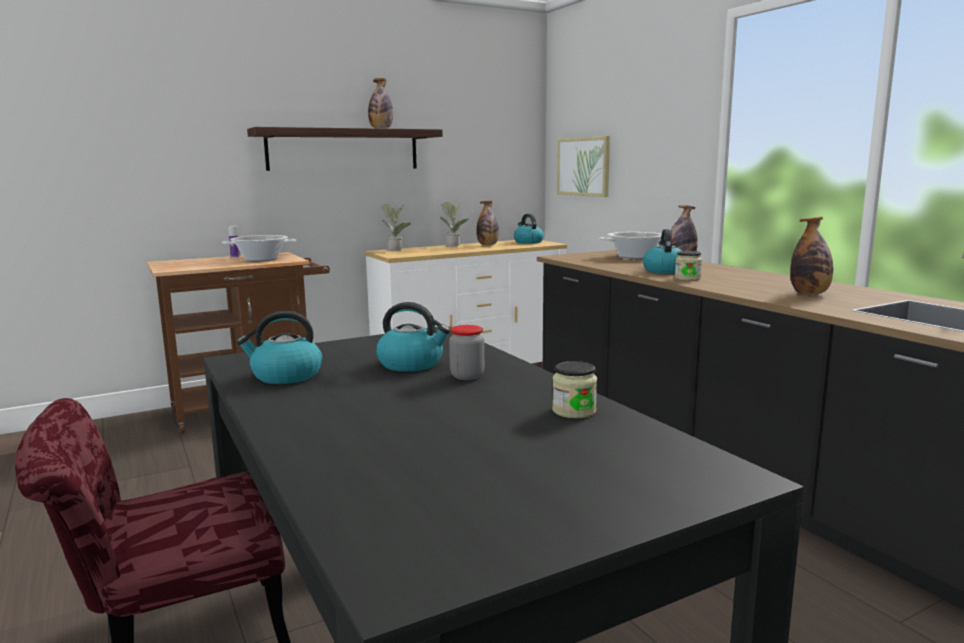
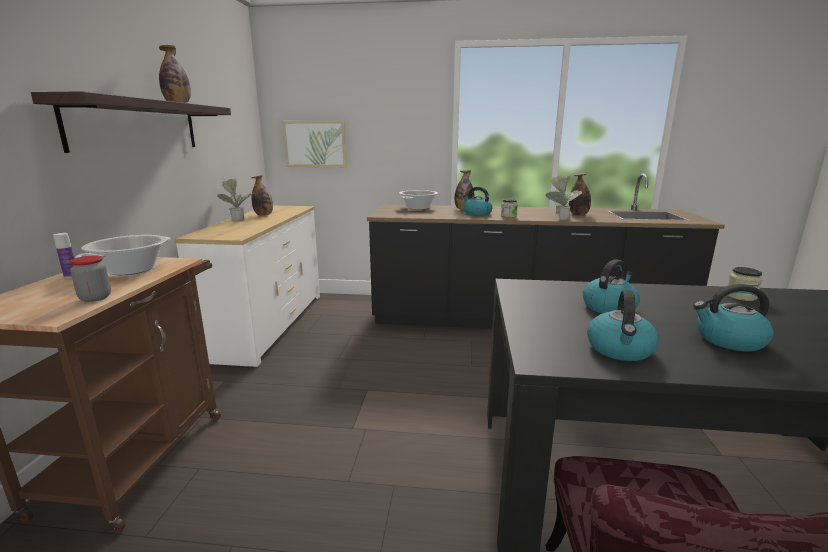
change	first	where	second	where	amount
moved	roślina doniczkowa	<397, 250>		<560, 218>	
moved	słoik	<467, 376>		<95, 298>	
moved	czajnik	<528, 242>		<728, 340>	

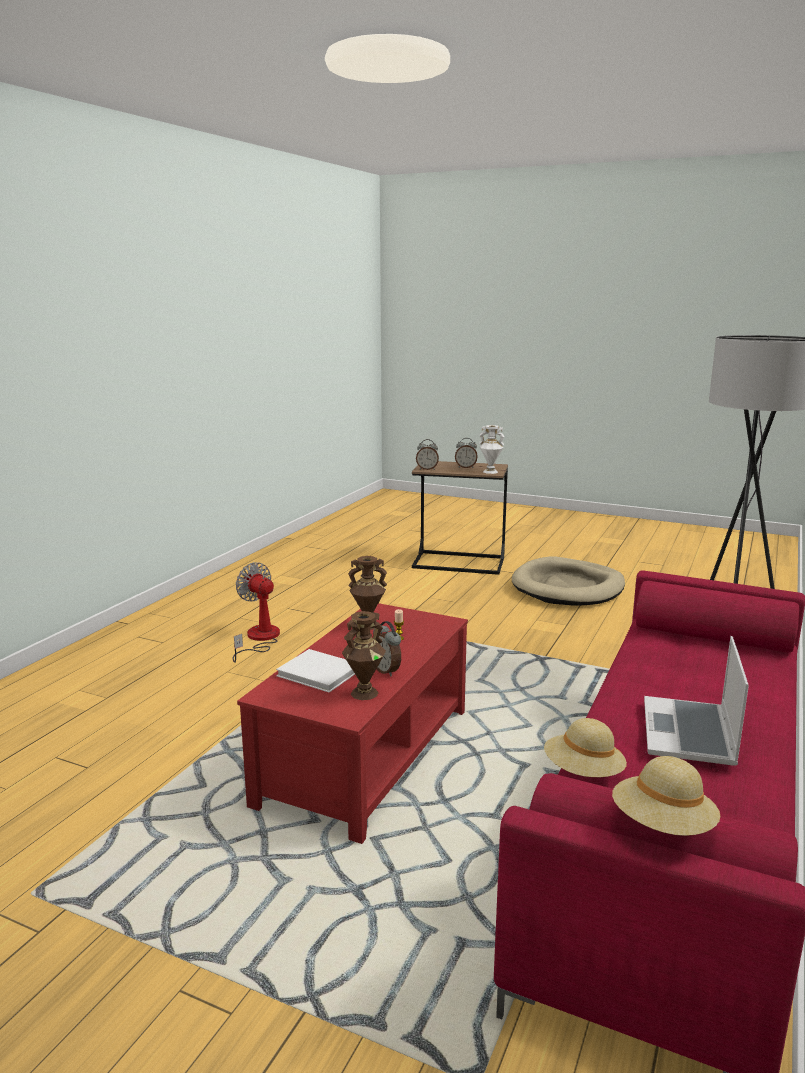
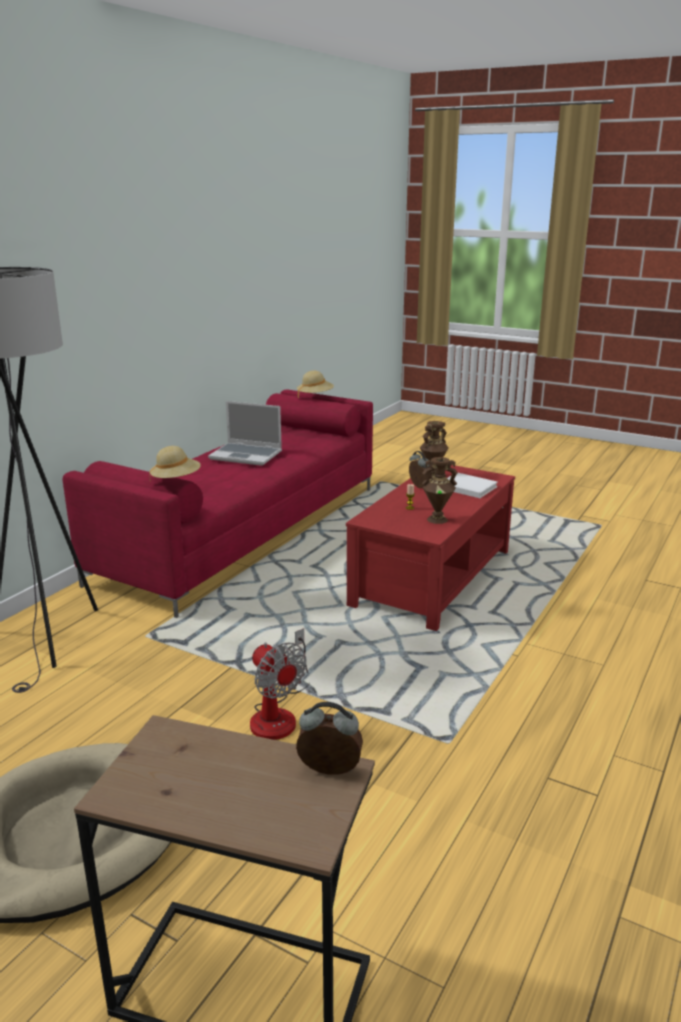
change	first	where	second	where	amount
moved	wentylator	<259, 639>		<278, 714>	
removed	budzik	<466, 467>			
removed	wazon (biały)	<490, 472>			
moved	kapelusz (beżowy)	<583, 772>		<176, 480>	
turned	laptop	<690, 734>		<247, 455>	90 degrees clockwise

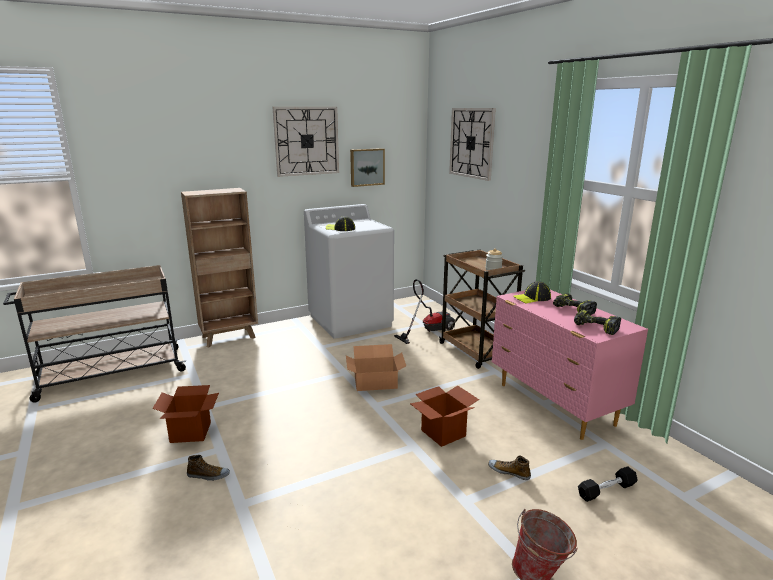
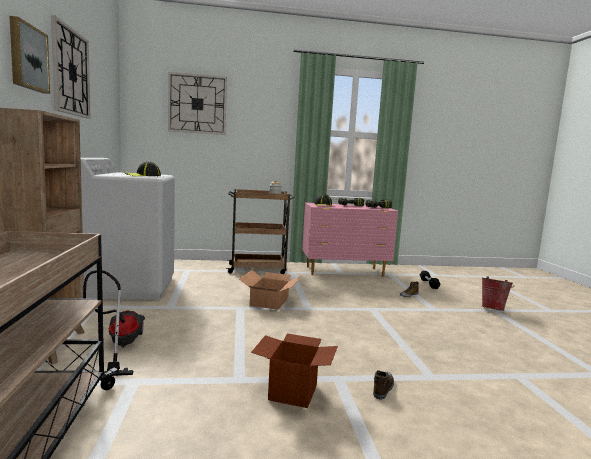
change	first	where	second	where	amount
moved	obraz	<366, 167>		<27, 57>	
moved	odkurzacz	<428, 330>		<119, 346>	
removed	karton	<443, 433>			

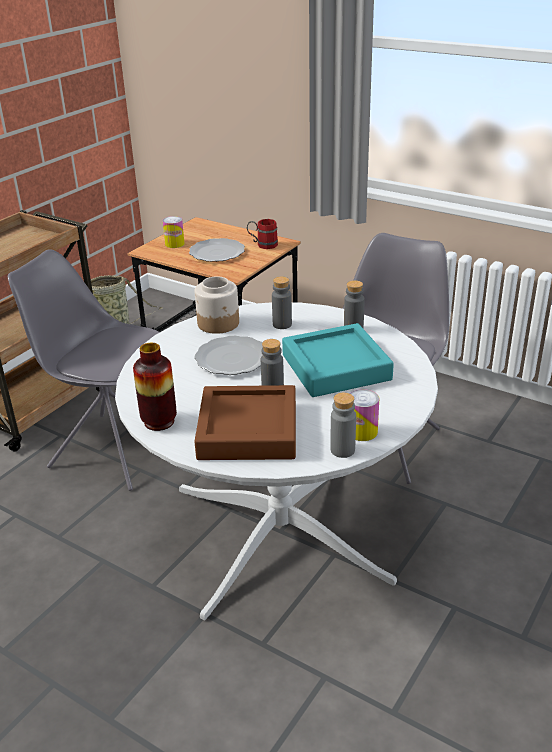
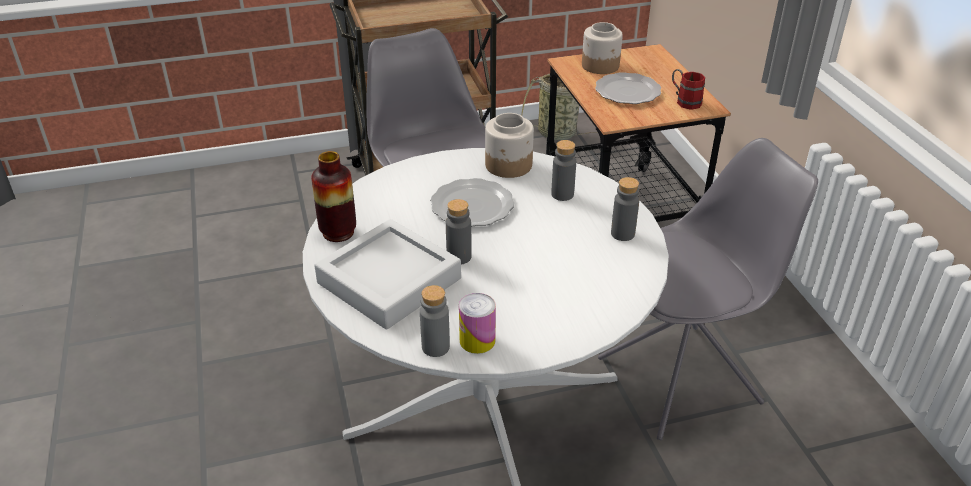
change	first	where	second	where	amount
replaced	puszka	<174, 244>	słoik	<600, 66>	
recoloured	taca (brązowy)	<248, 430>	taca (szary)	<389, 281>	
removed	taca (turkusowy)	<336, 367>			

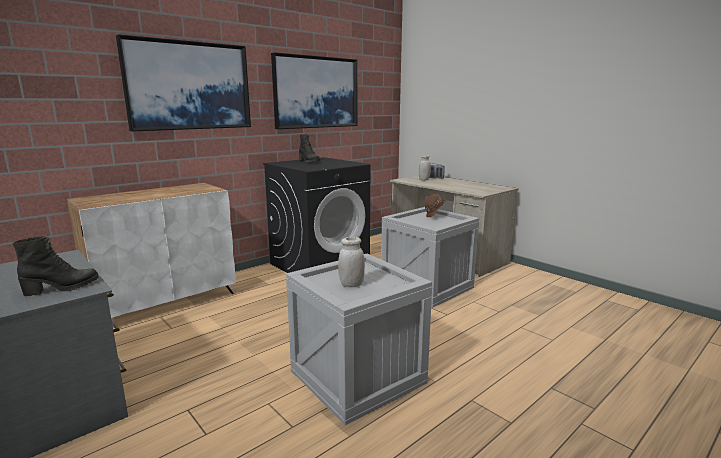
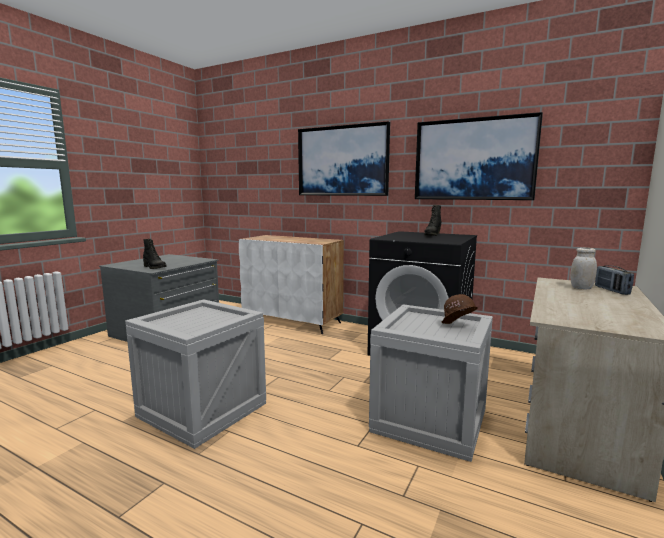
change	first	where	second	where	amount
removed	słoik (biały)	<351, 284>			

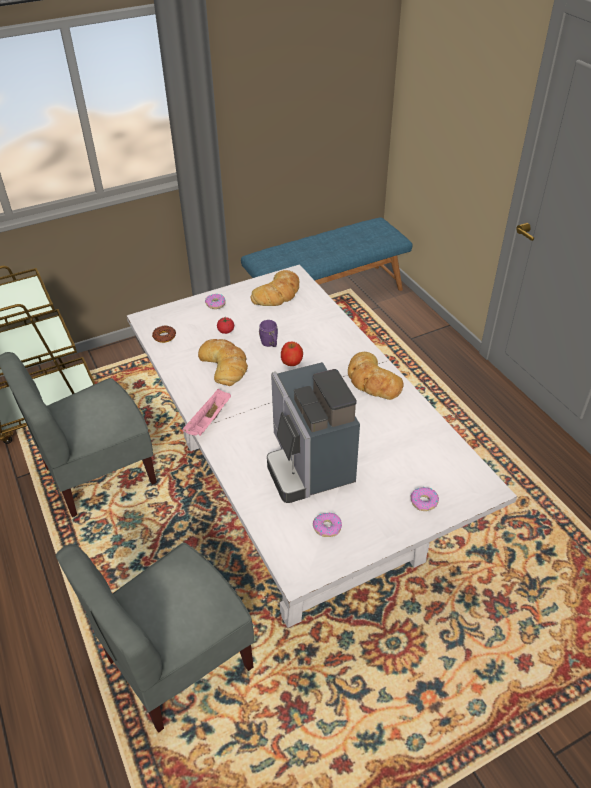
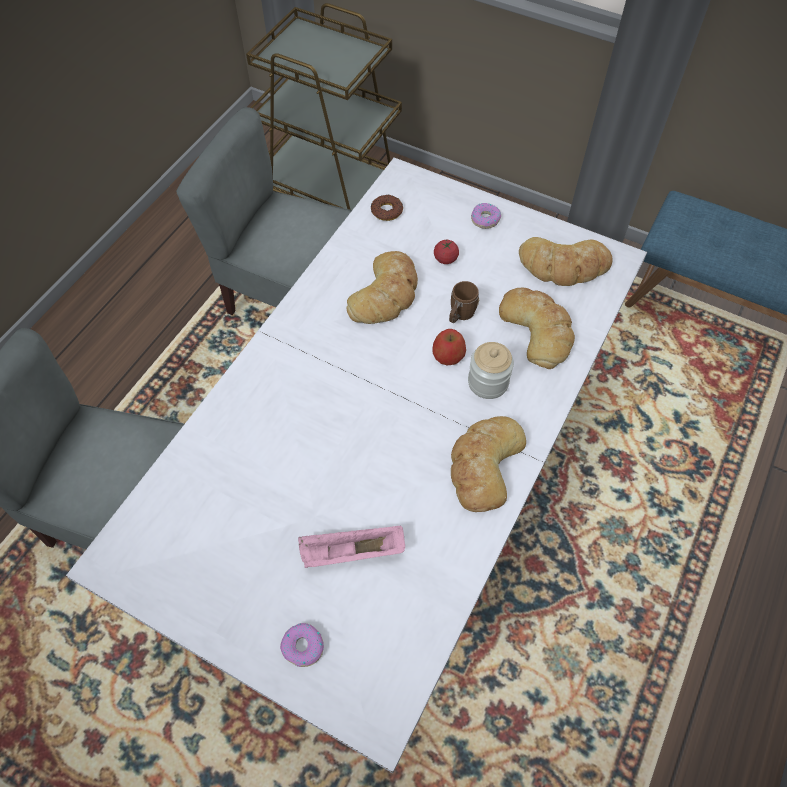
change	first	where	second	where	amount
moved	taca (różowy)	<208, 421>		<351, 553>	
recoloured	kubek (fioletowy)	<270, 344>	kubek (brązowy)	<460, 315>	
removed	ekspres do kawy	<309, 463>			
removed	donut	<327, 527>			
added			słoik	<488, 382>	
added			chleb	<538, 329>	

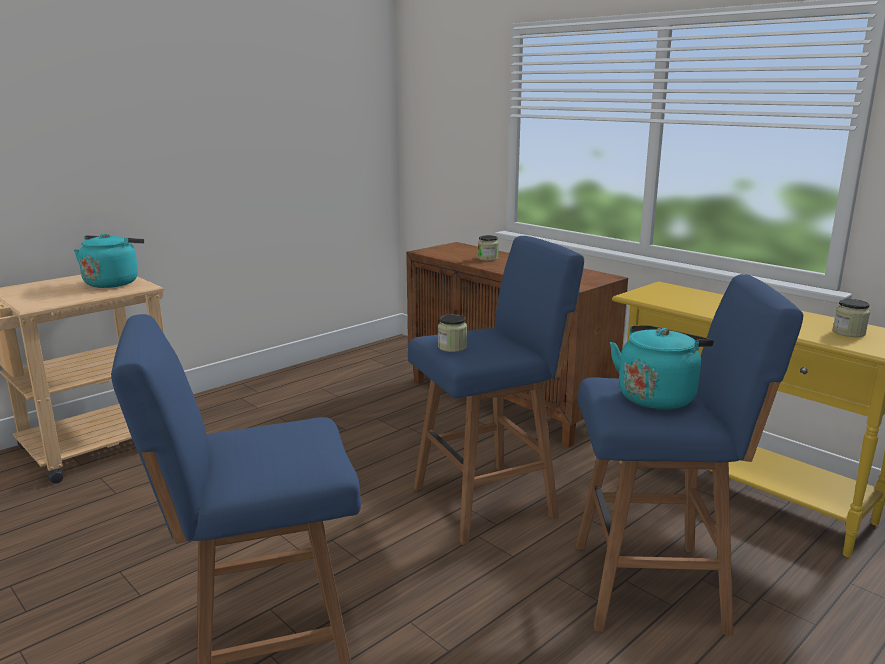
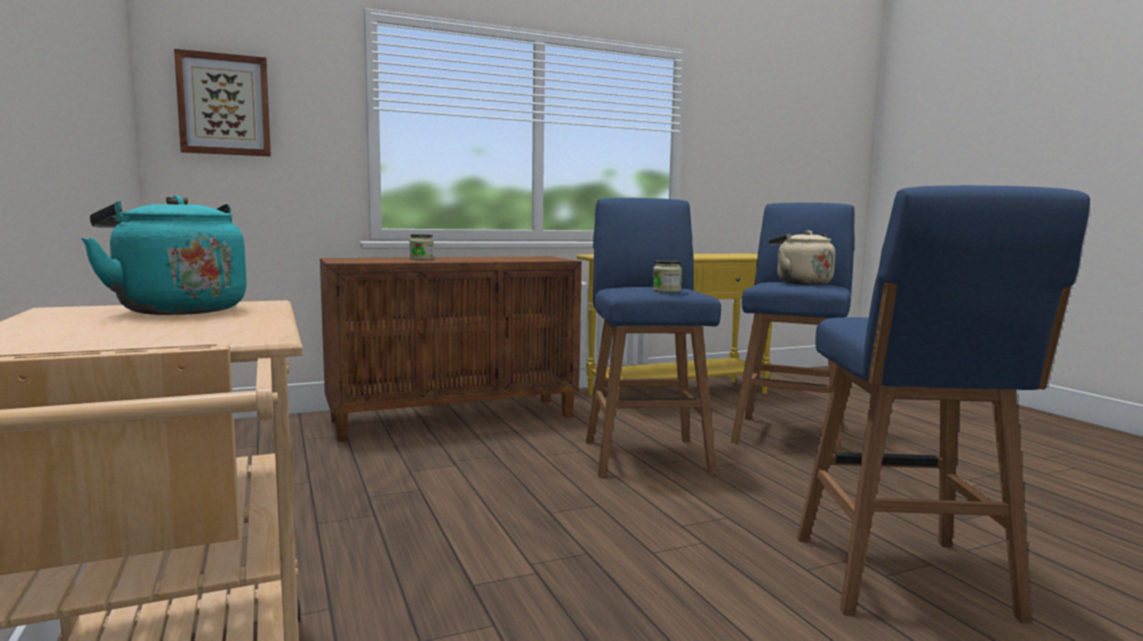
change	first	where	second	where	amount
recoloured	czajnik (turkusowy)	<657, 397>	czajnik (beżowy)	<800, 283>	
removed	słoik	<848, 332>			
added			obraz	<224, 105>	

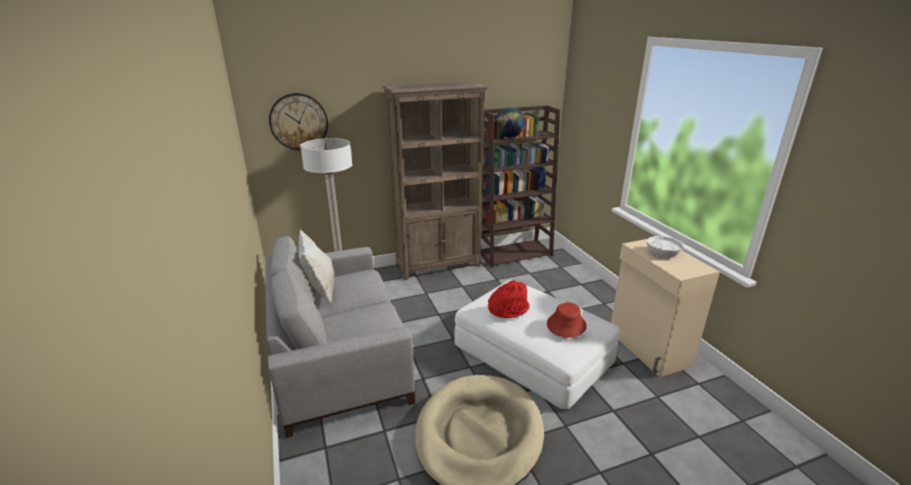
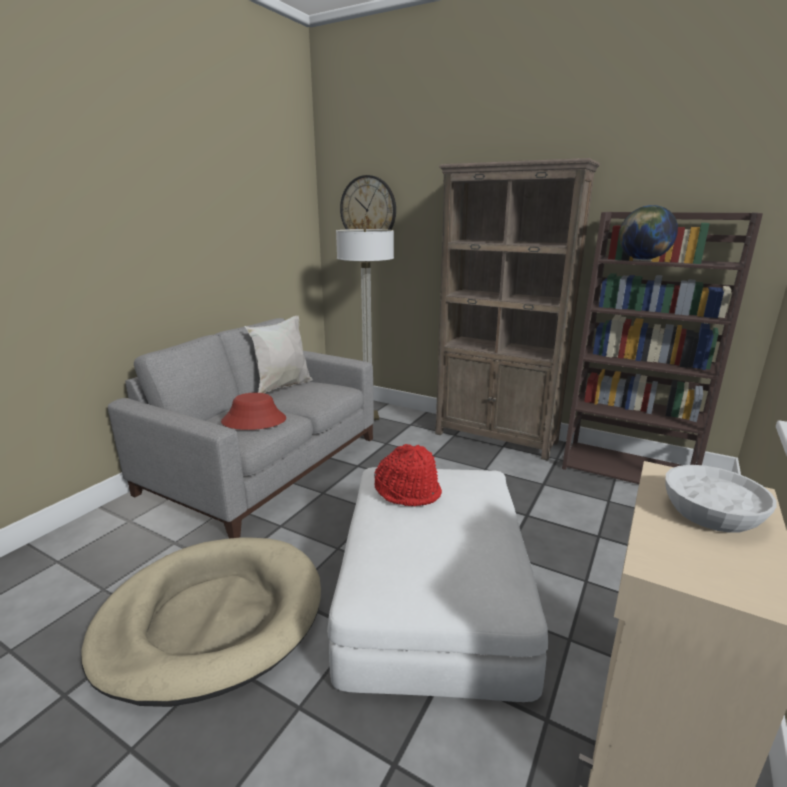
change	first	where	second	where	amount
moved	kapelusz (czerwony)	<566, 325>		<254, 420>	

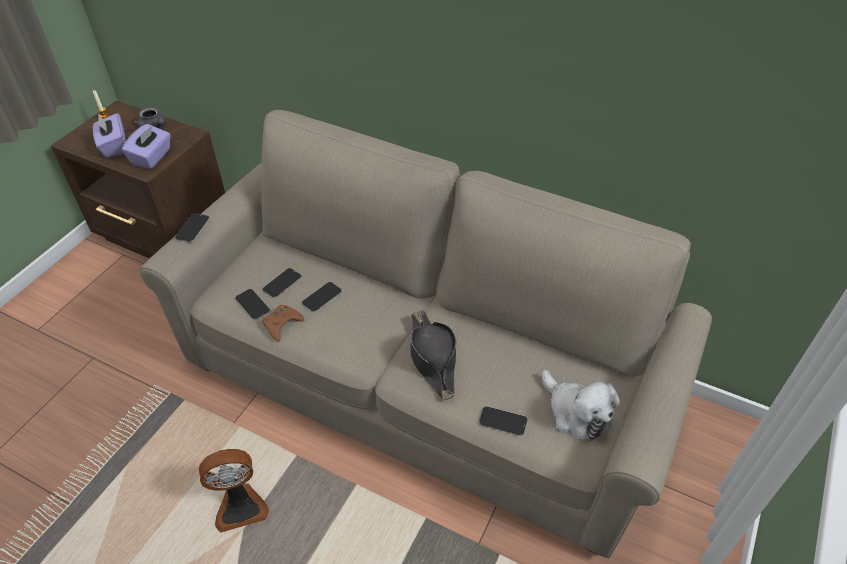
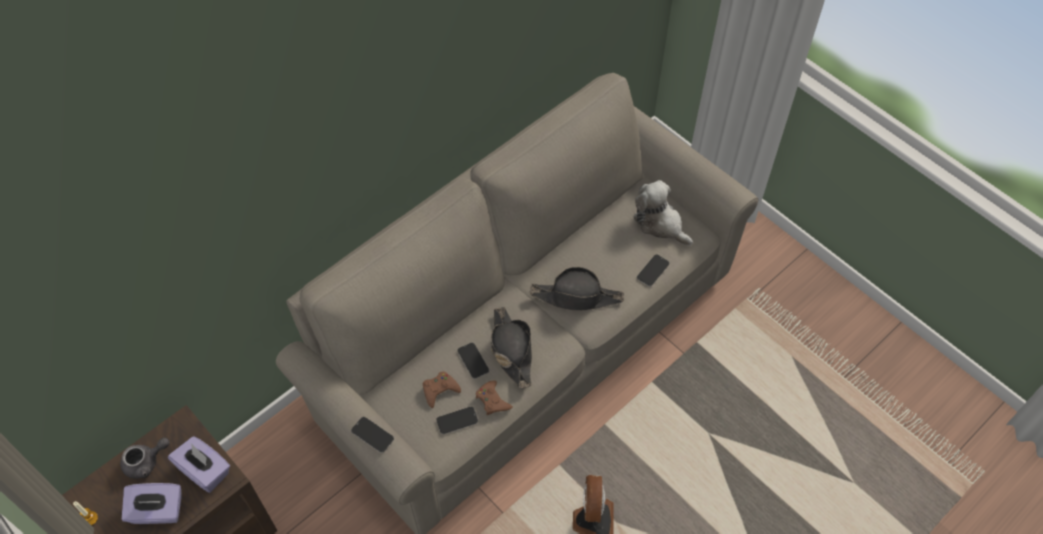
change	first	where	second	where	amount
replaced	telefon	<282, 283>	pad do gier (brązowy)	<440, 390>	
turned	pluszak	<575, 412>		<660, 223>	120 degrees counterclockwise
added			kapelusz (czarny)	<511, 350>	

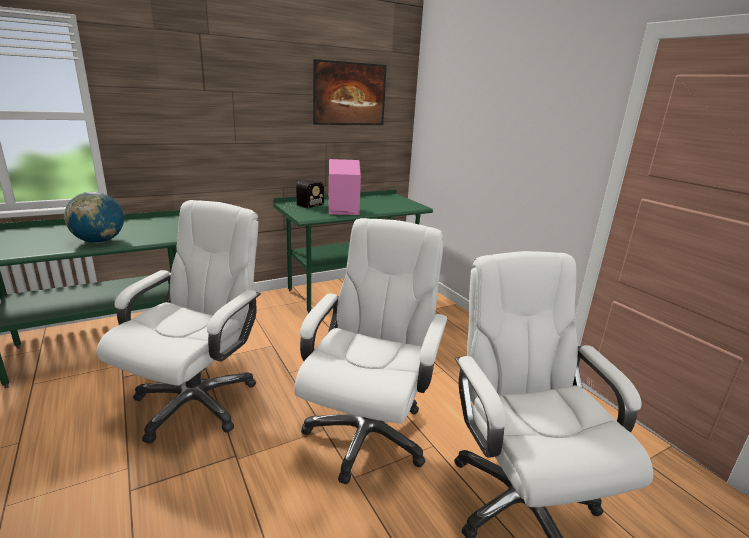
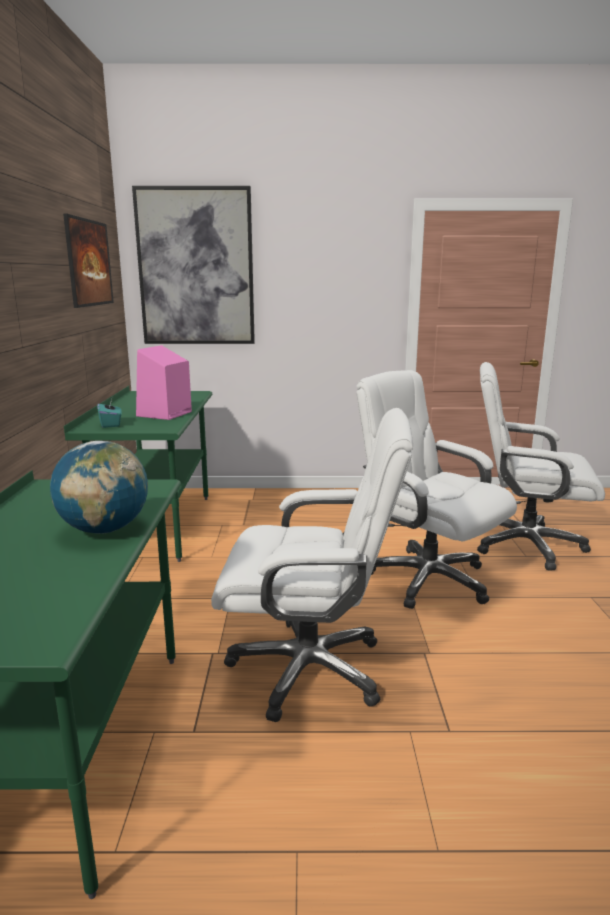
change	first	where	second	where	amount
turned	krzesło biurowe (biały)	<196, 401>		<310, 668>	135 degrees clockwise
replaced	radio	<302, 206>	pudełko chusteczek (turkusowy)	<110, 424>	
added			obraz	<196, 267>	

